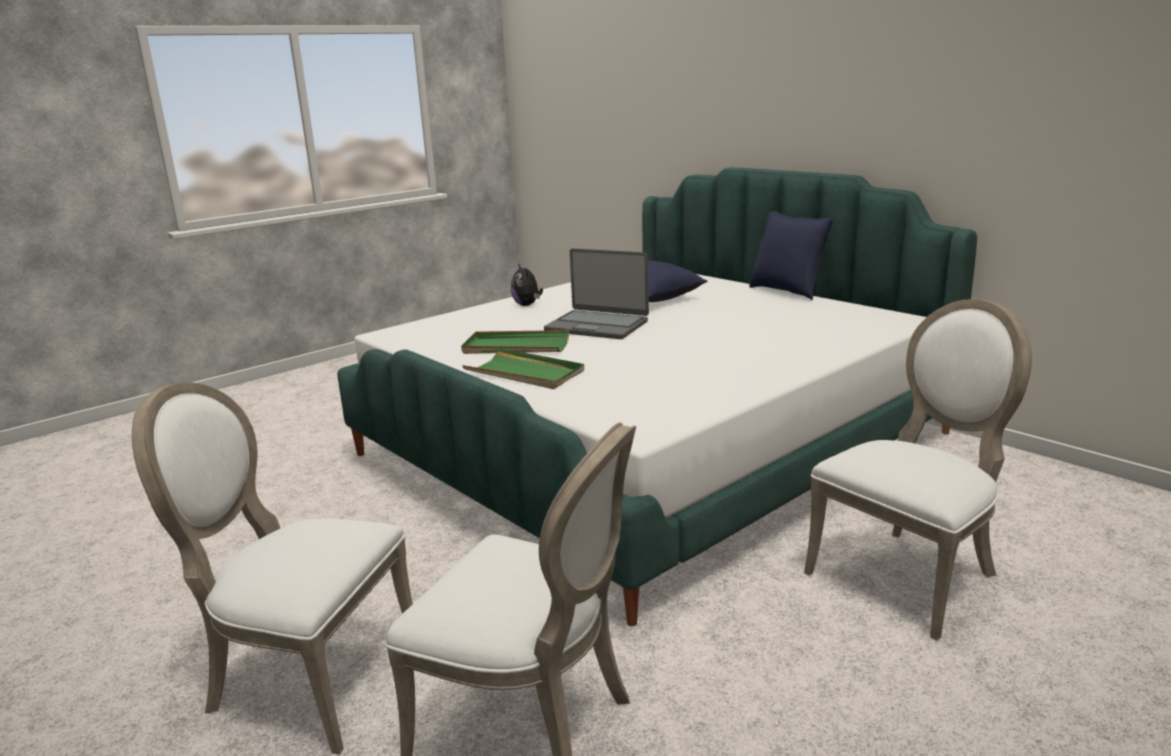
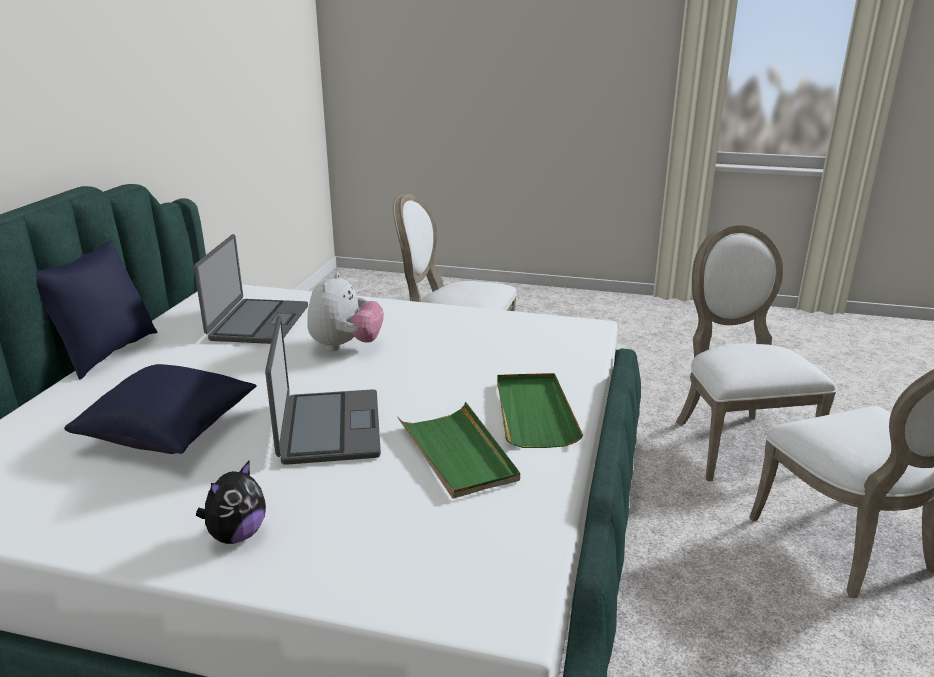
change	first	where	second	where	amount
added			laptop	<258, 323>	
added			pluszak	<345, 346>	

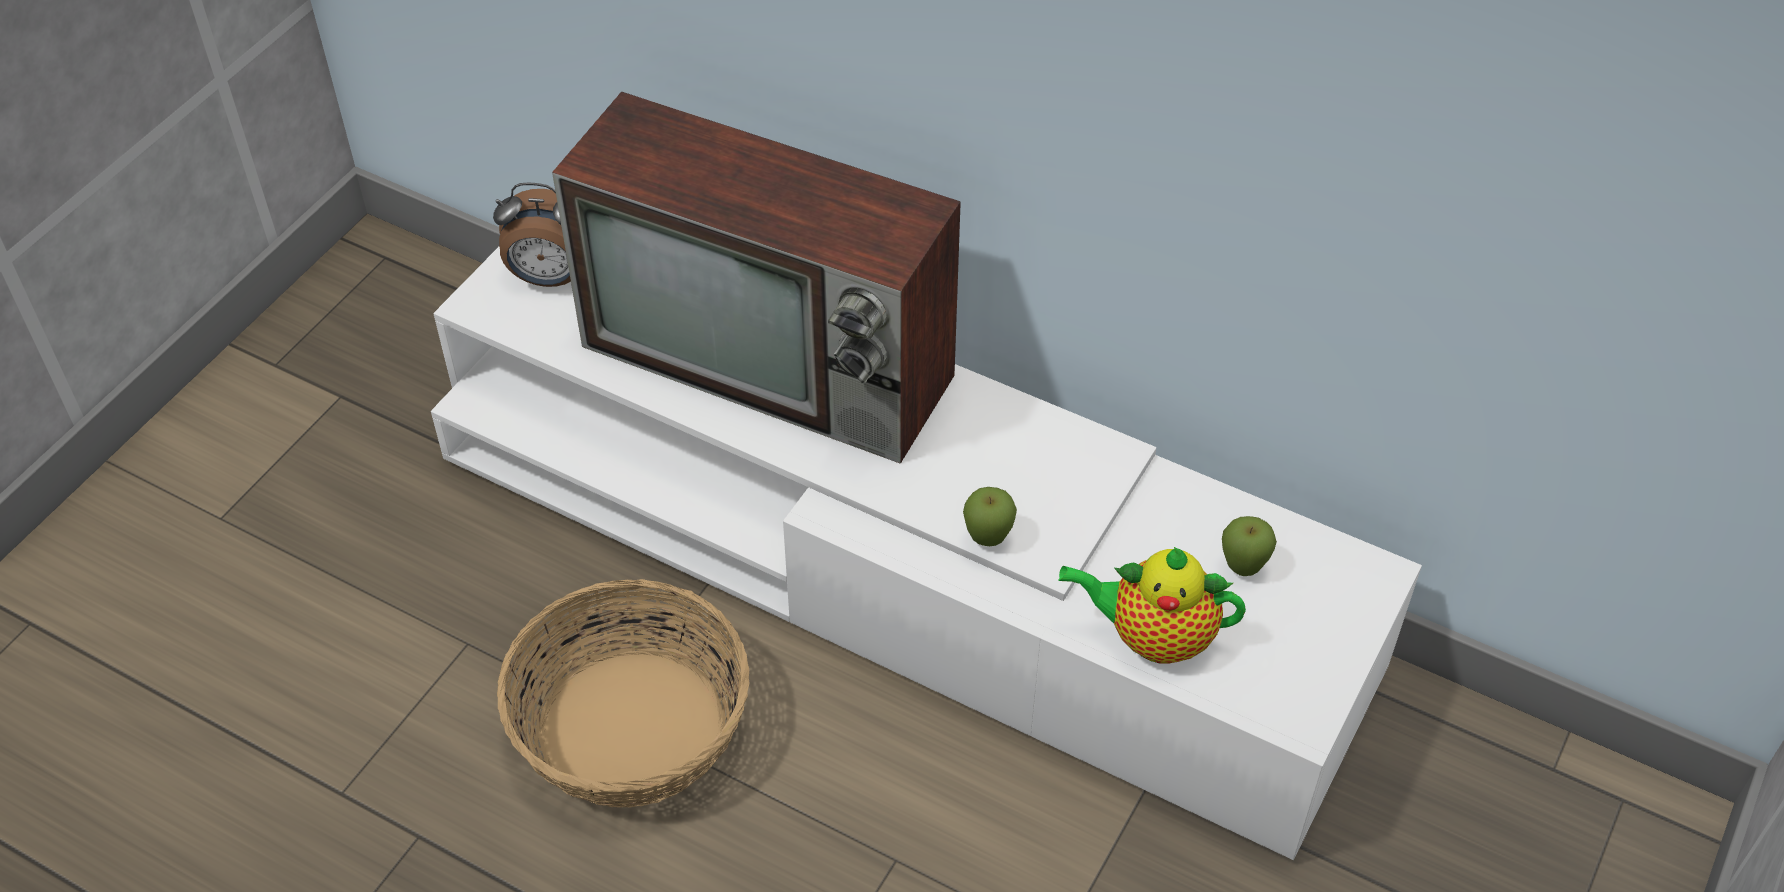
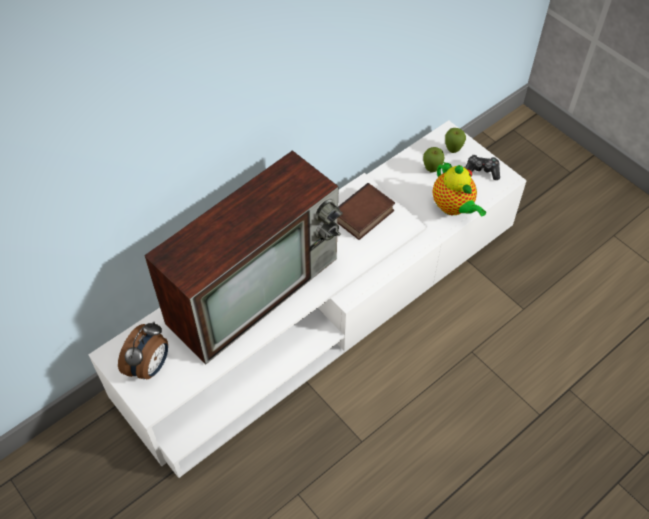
change	first	where	second	where	amount
removed	koszyk	<631, 730>			
moved	jabłko	<988, 540>		<453, 150>	
turned	imbryk	<1153, 637>		<453, 207>	60 degrees counterclockwise
added			książka	<363, 216>	
added			pad do gier	<481, 171>	

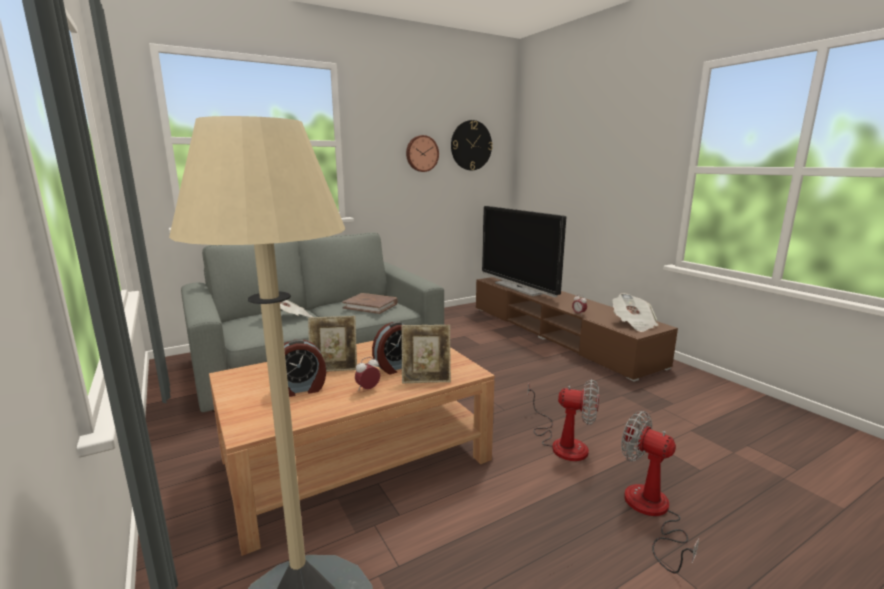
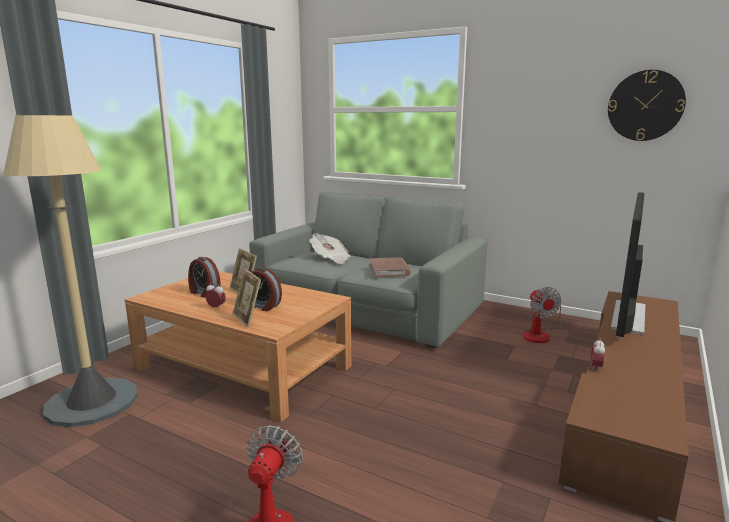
change	first	where	second	where	amount
removed	zegar ścienny	<421, 153>			
moved	wentylator	<562, 442>		<540, 334>	
removed	gazeta	<633, 324>			

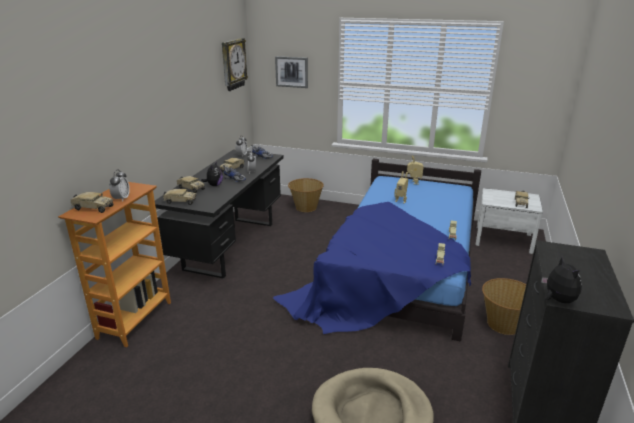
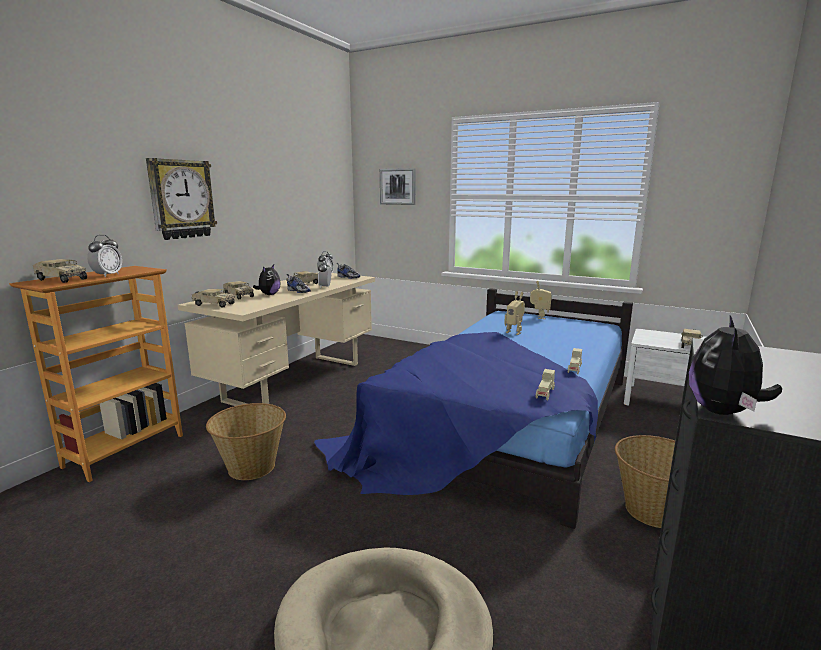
change	first	where	second	where	amount
recoloured	biurko (czarny)	<230, 245>	biurko (beżowy)	<295, 381>	
moved	zegar ścienny	<233, 64>		<181, 199>	
moved	koszyk	<306, 207>		<251, 467>	
turned	pluszak	<557, 300>		<724, 412>	150 degrees counterclockwise

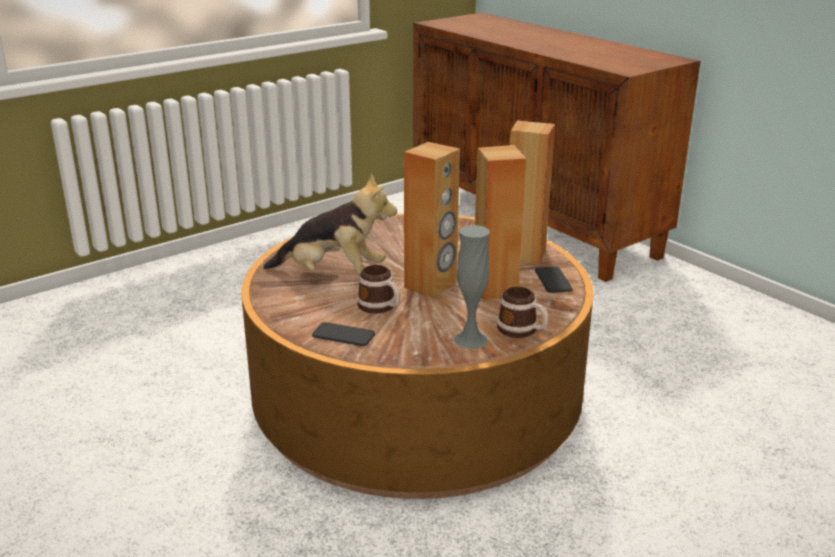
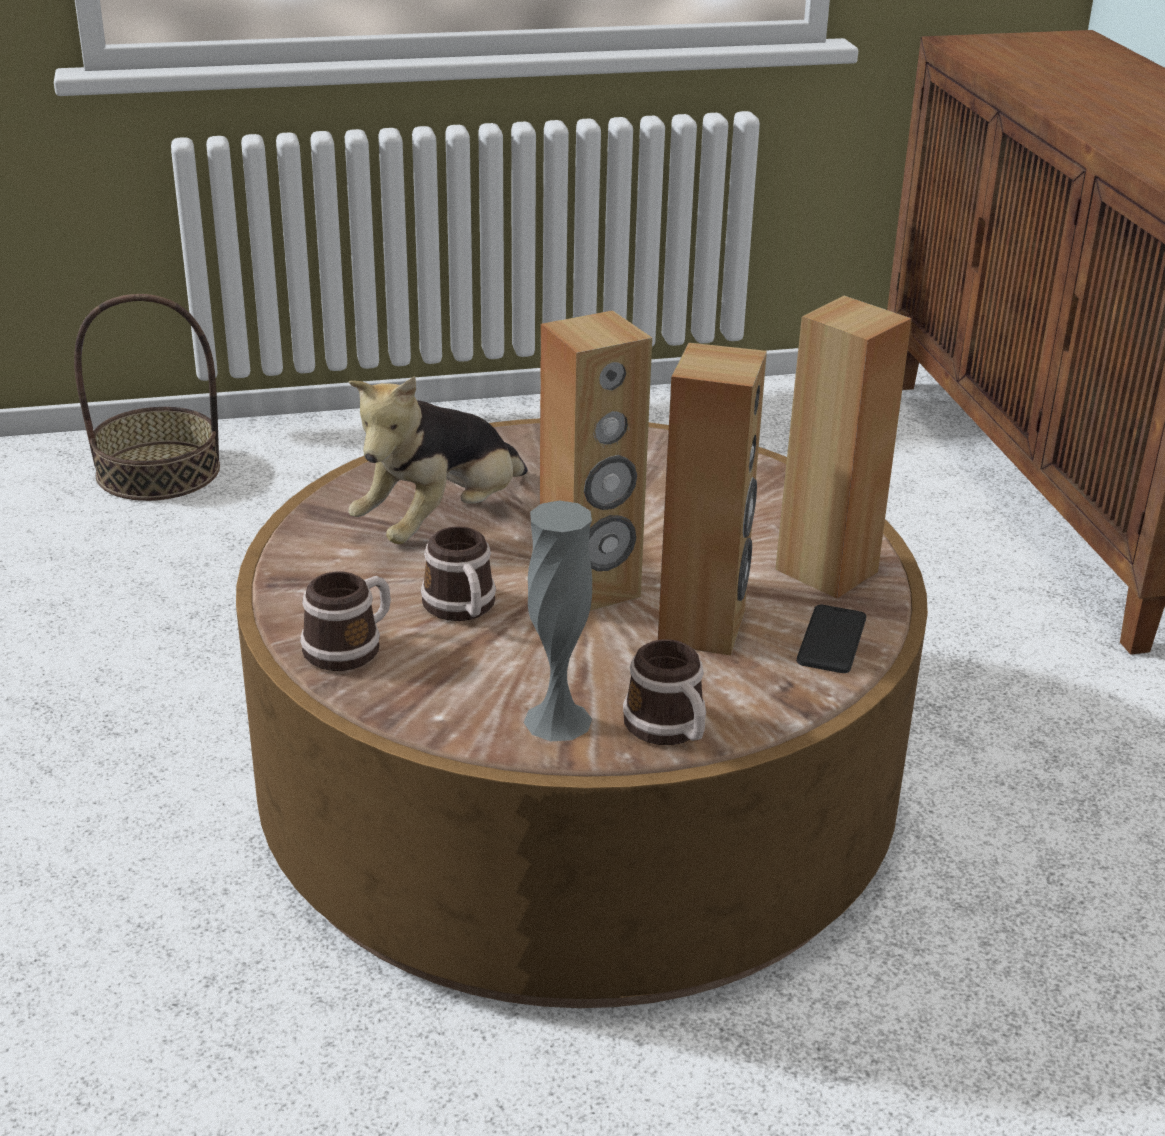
change	first	where	second	where	amount
turned	pluszak	<332, 274>		<441, 522>	90 degrees clockwise
replaced	telefon	<343, 335>	kubek	<351, 646>	
added			koszyk	<158, 471>	

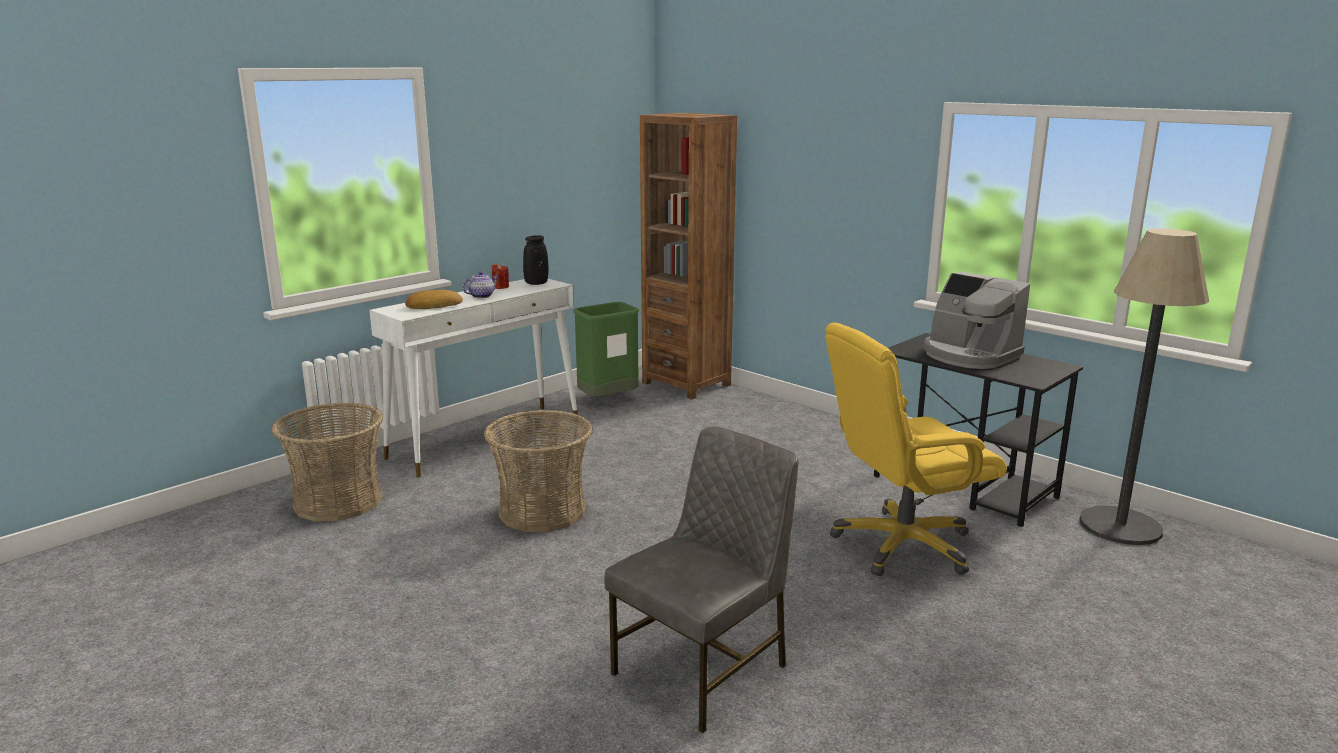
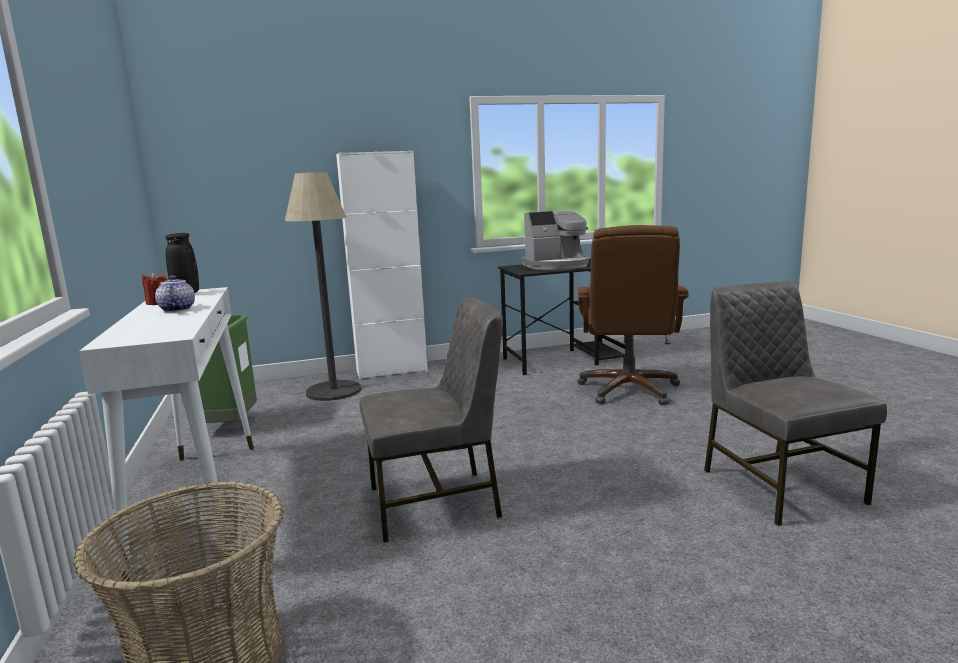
change	first	where	second	where	amount
removed	chleb	<433, 305>			
replaced	koszyk	<542, 511>	krzesło (szary)	<436, 503>	
removed	regał (brązowy)	<686, 384>			
recoloured	krzesło biurowe (żółty)	<902, 545>	krzesło biurowe (brązowy)	<629, 390>	
moved	lampa stojąca	<1120, 526>		<333, 391>	
added			szafka (biały)	<391, 370>	

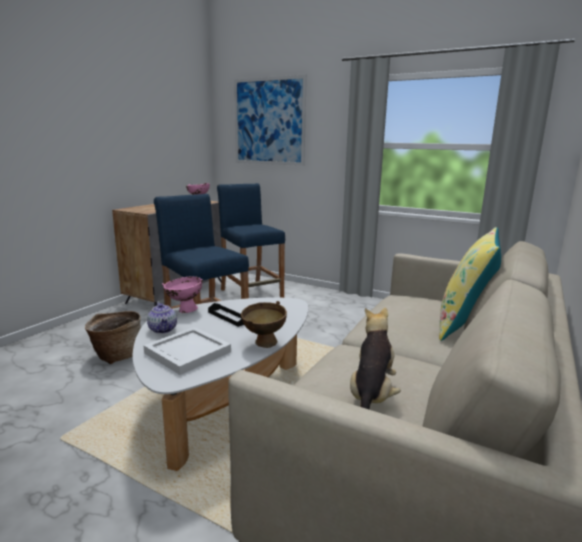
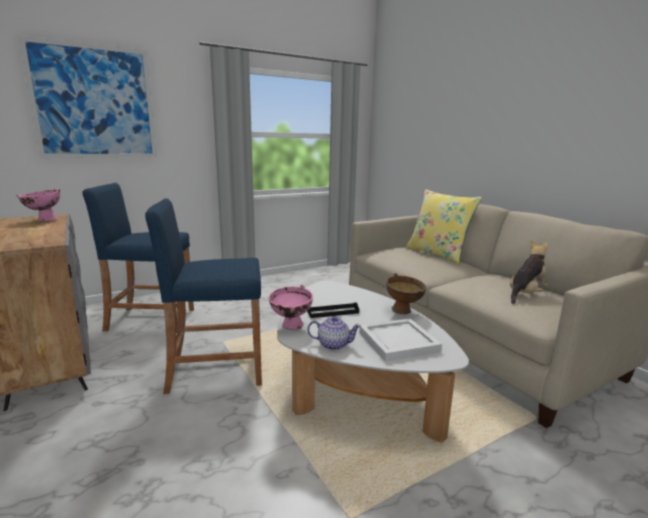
change	first	where	second	where	amount
removed	koszyk	<117, 355>			
turned	pluszak	<371, 397>		<525, 294>	90 degrees clockwise

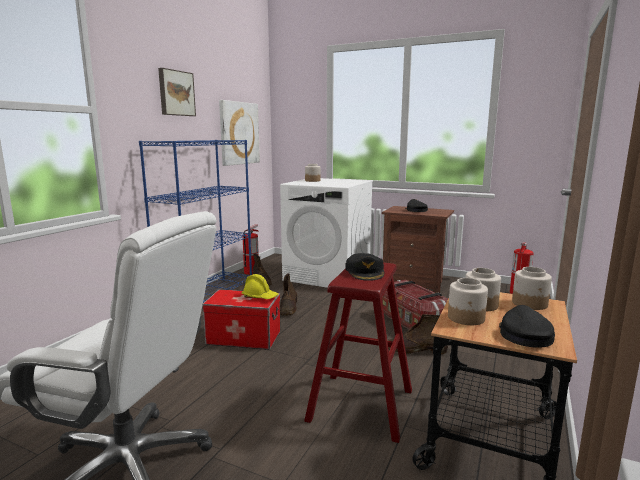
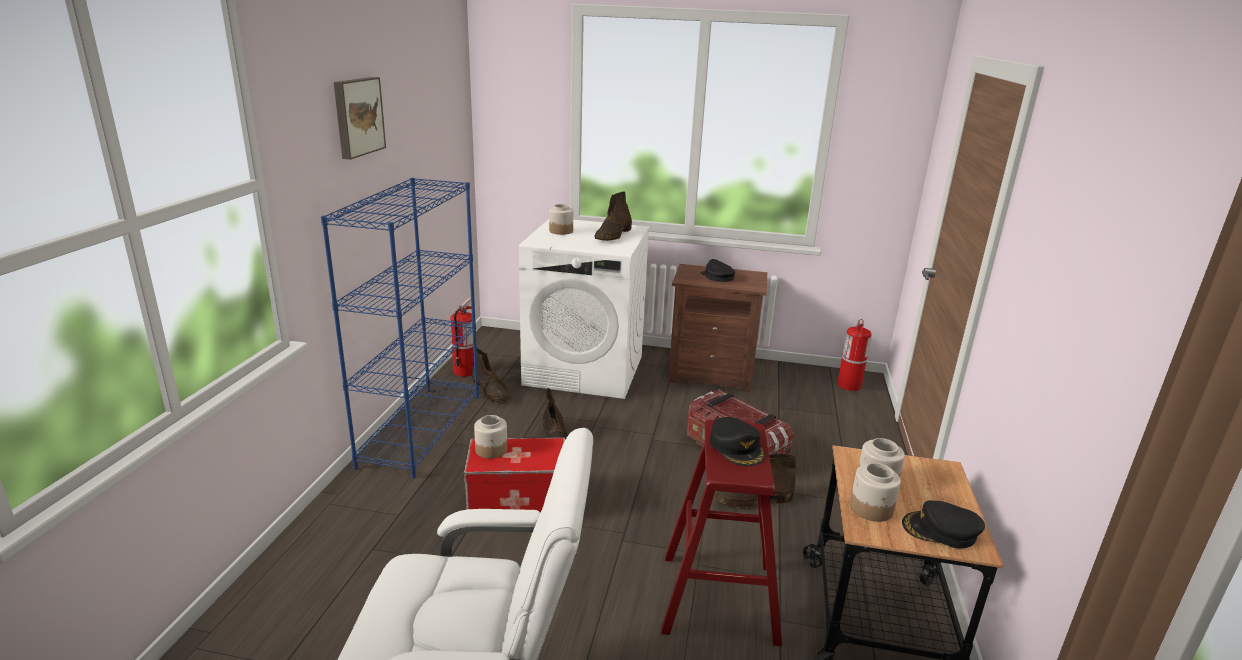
change	first	where	second	where	amount
removed	obraz	<239, 133>			
removed	kask (żółty)	<260, 297>			
turned	czapka z daszkiem (czarny)	<524, 334>		<941, 530>	75 degrees counterclockwise
moved	słoik	<530, 304>		<491, 450>	
added			but z cholewką (brązowy)	<613, 235>	

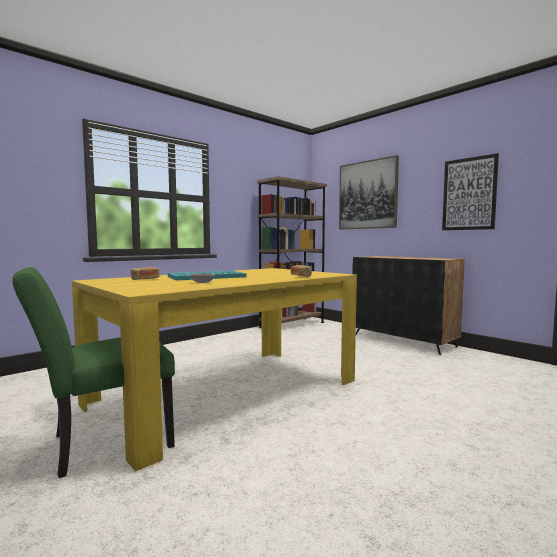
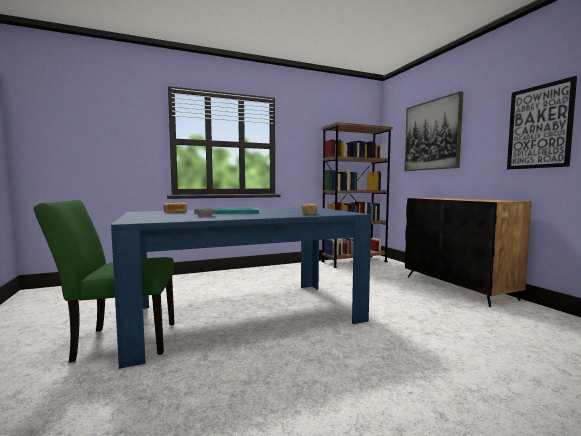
change	first	where	second	where	amount
recoloured	stół jadalny (żółty)	<227, 392>	stół jadalny (niebieski)	<244, 315>	

